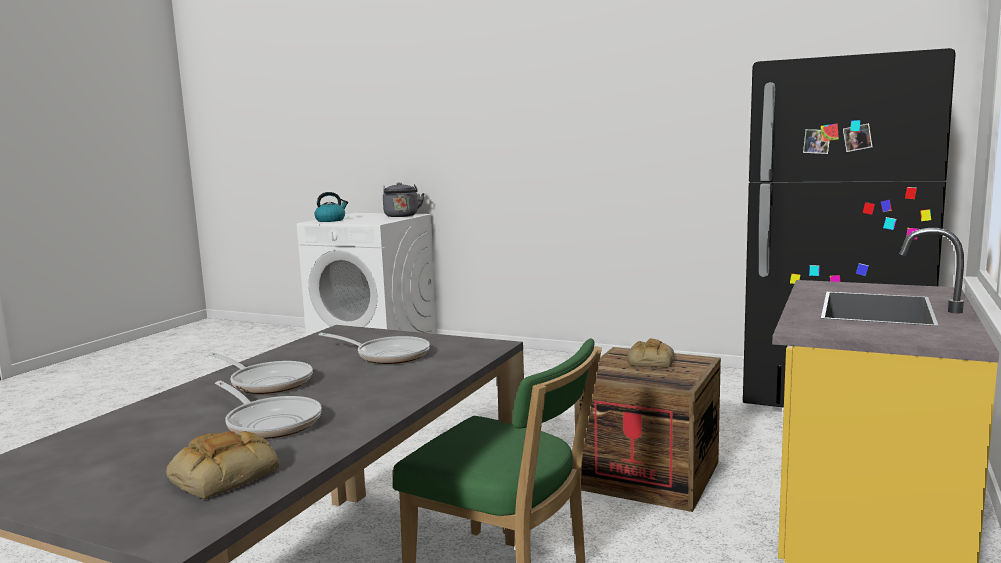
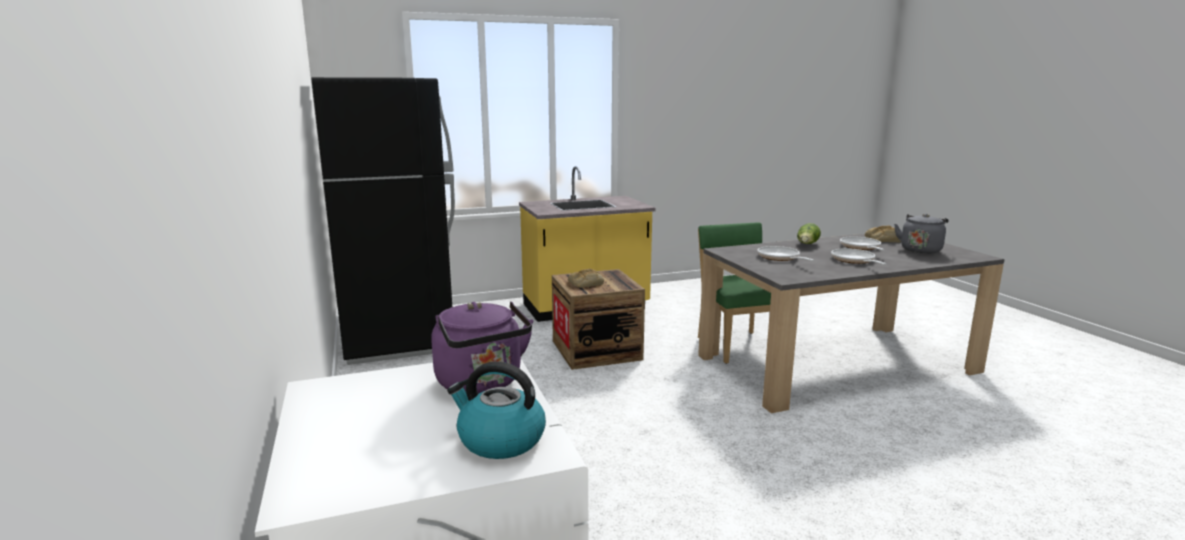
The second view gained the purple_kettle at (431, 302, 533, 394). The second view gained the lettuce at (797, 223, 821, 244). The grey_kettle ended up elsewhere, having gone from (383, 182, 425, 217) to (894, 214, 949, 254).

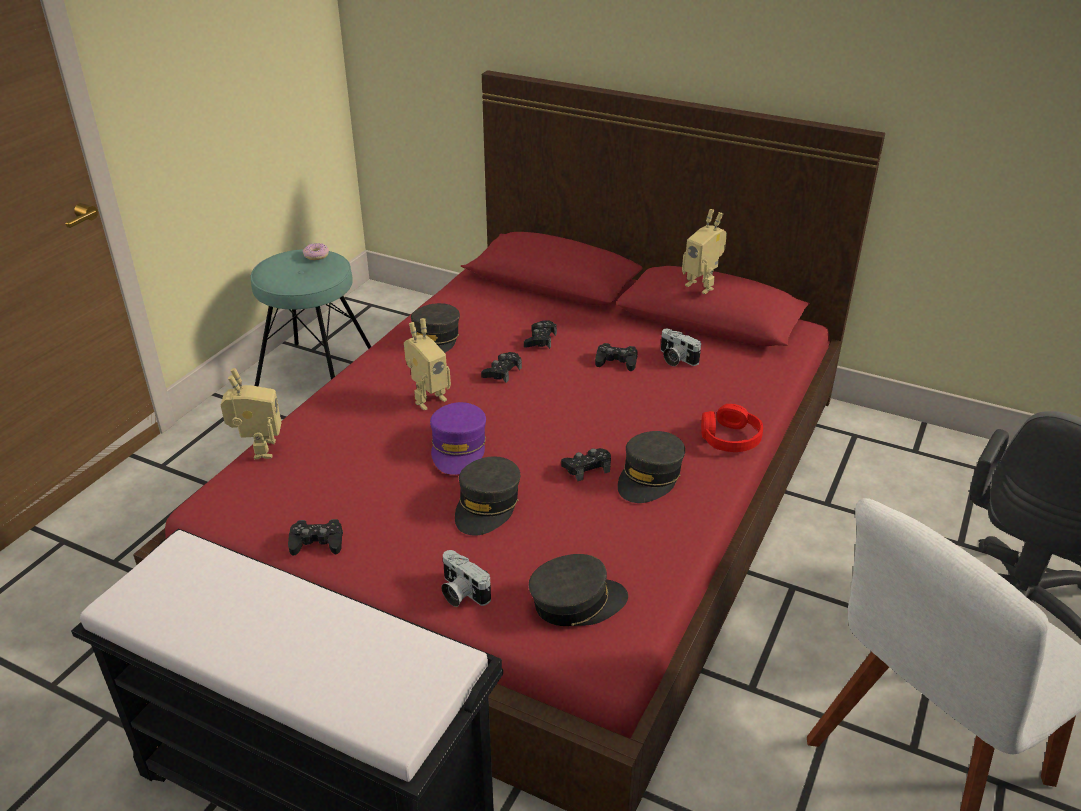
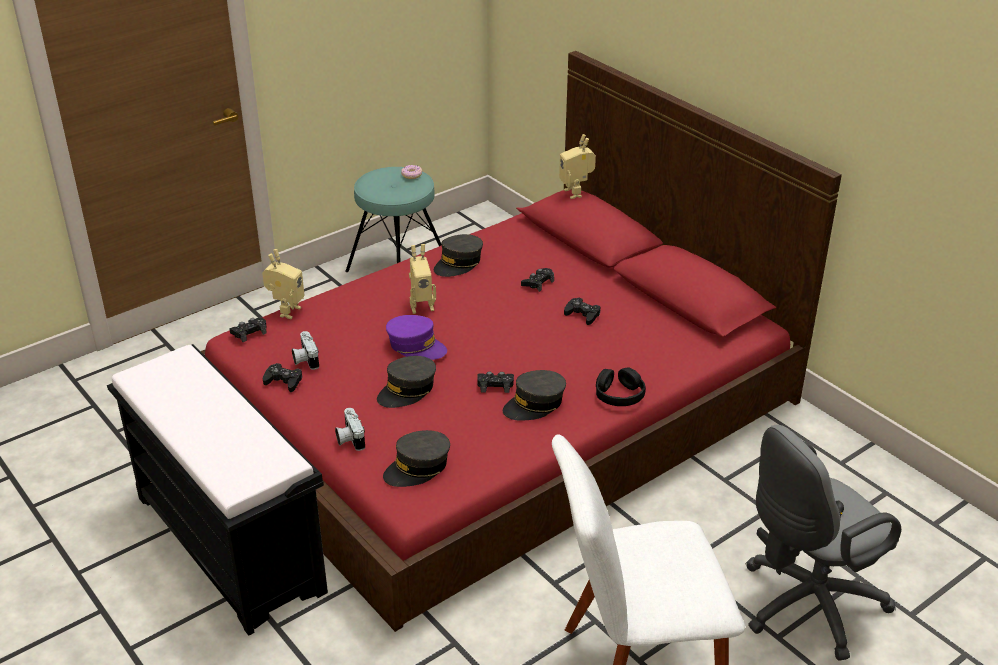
The black_game_controller ended up elsewhere, having gone from (481, 352, 522, 383) to (229, 318, 267, 342). The photo_camera ended up elsewhere, having gone from (661, 329, 701, 366) to (292, 331, 319, 370). The grey_cap at (529, 554, 628, 626) ended up facing another way, 135 degrees clockwise from before. The purple_cap at (430, 402, 486, 475) ended up facing another way, 90 degrees counterclockwise from before. The toy_robot ended up elsewhere, having gone from (682, 209, 727, 294) to (559, 134, 596, 199). What was the red_headphones at (701, 404, 763, 452) turned into the black_headphones at (596, 367, 646, 406).

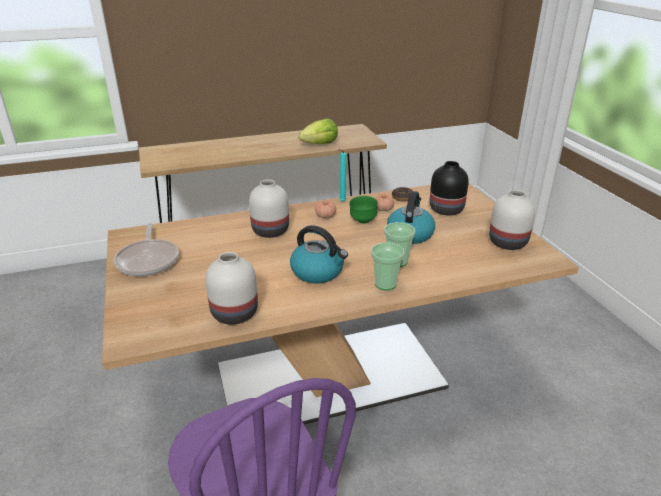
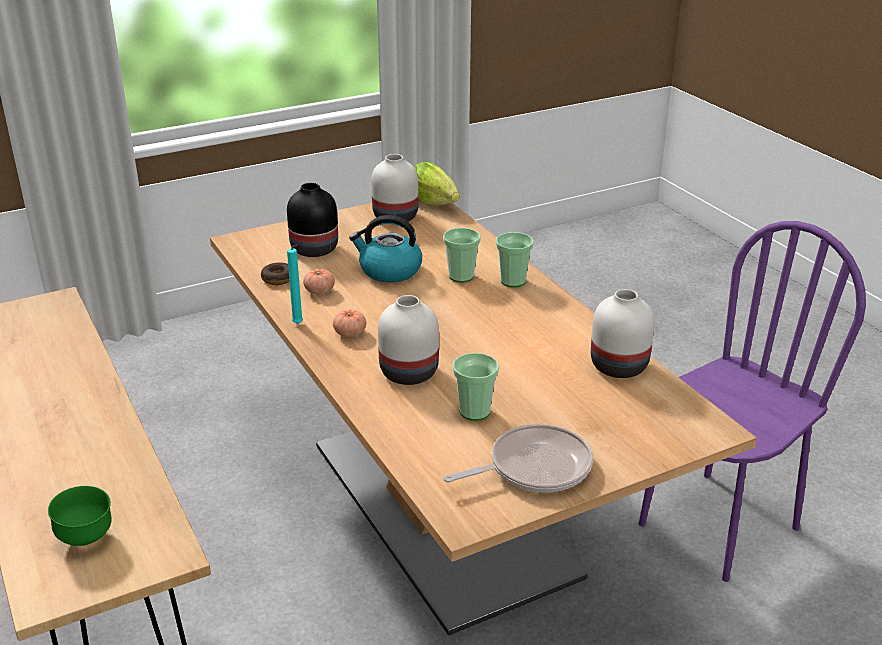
The green_bowl ended up elsewhere, having gone from (349, 196, 378, 223) to (48, 486, 112, 546). The lettuce ended up elsewhere, having gone from (298, 118, 338, 144) to (414, 162, 460, 206). The second view gained the cup at (452, 353, 499, 421). The second view lost the kettle at (290, 225, 348, 284).

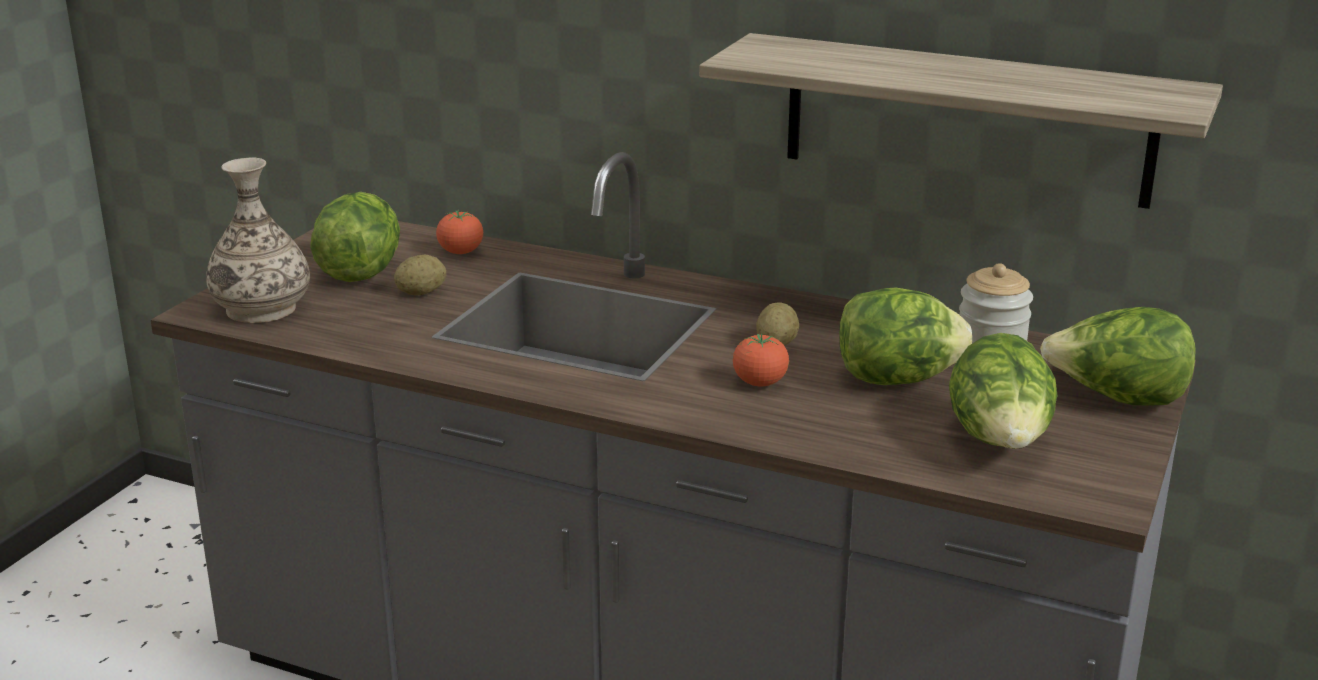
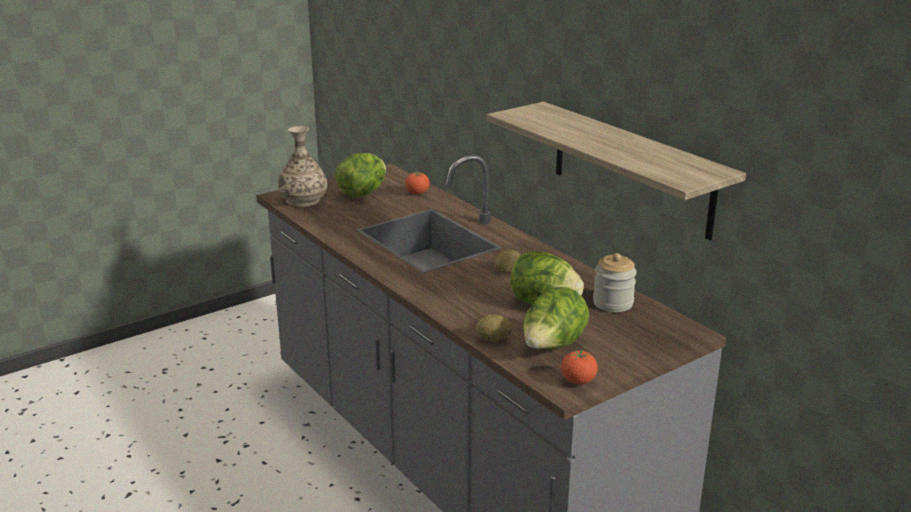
The potato ended up elsewhere, having gone from (394, 255, 446, 295) to (476, 315, 512, 341). The tomato ended up elsewhere, having gone from (733, 334, 789, 386) to (561, 350, 598, 385). The second view lost the lettuce at (1040, 307, 1195, 405).

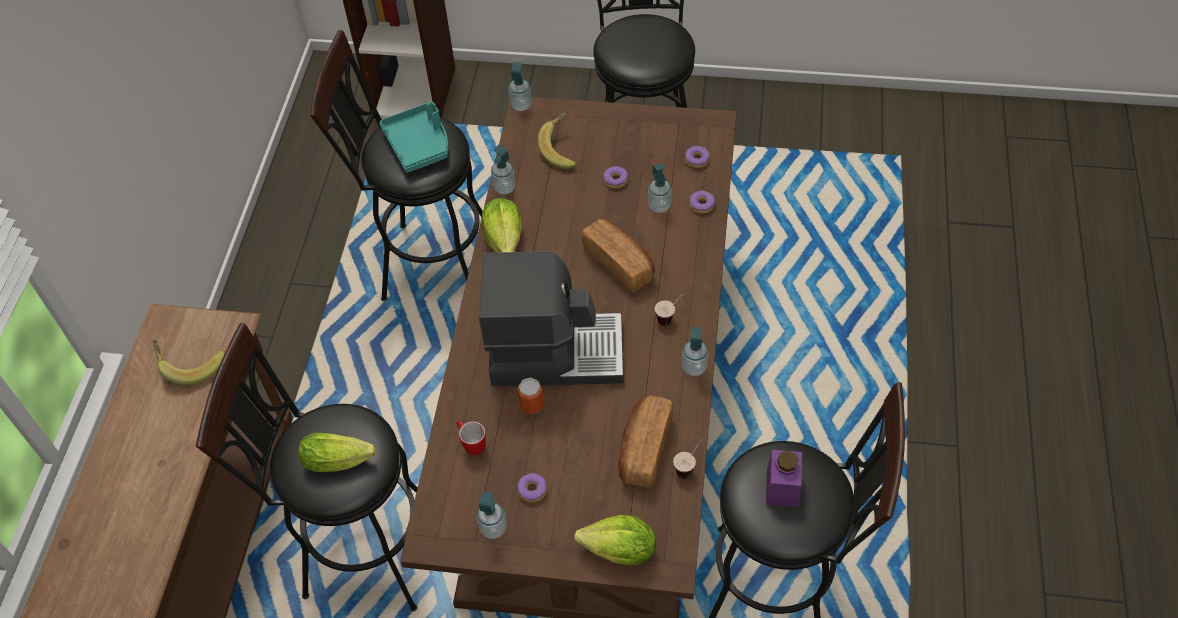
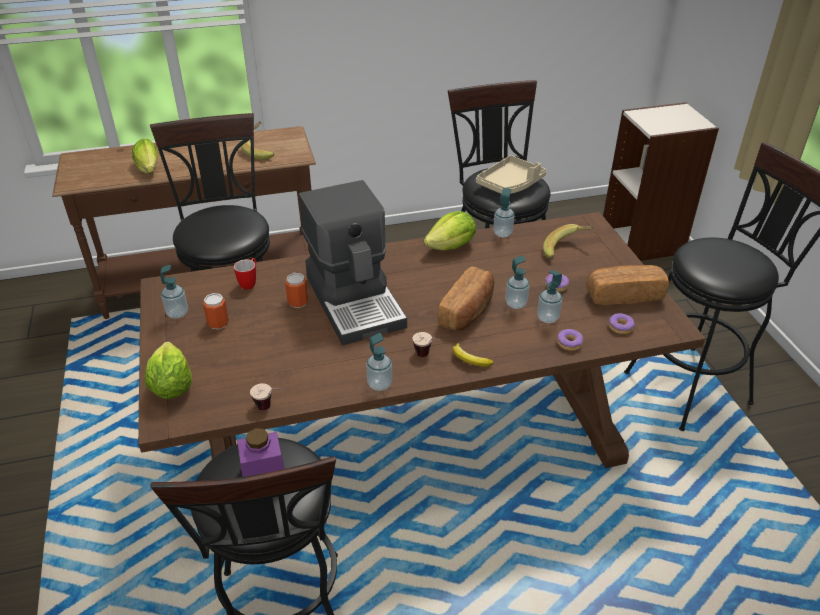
The lettuce ended up elsewhere, having gone from (299, 433, 375, 472) to (132, 139, 158, 173). Where the donut stood at (518, 473, 547, 502), the can came to stand at (203, 293, 229, 330). The second view gained the banana at (453, 343, 493, 367). What was the turquoise_tray at (379, 102, 448, 173) turned into the beige_tray at (476, 155, 546, 194). The soap_dispenser ended up elsewhere, having gone from (508, 62, 532, 111) to (505, 255, 530, 309). The bread ended up elsewhere, having gone from (618, 395, 673, 488) to (586, 265, 669, 305).

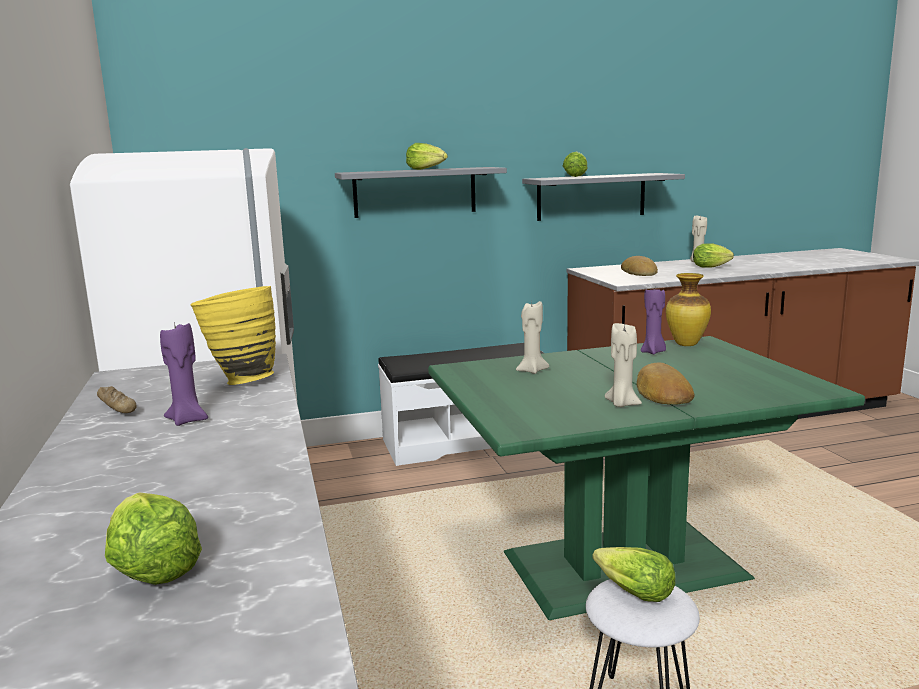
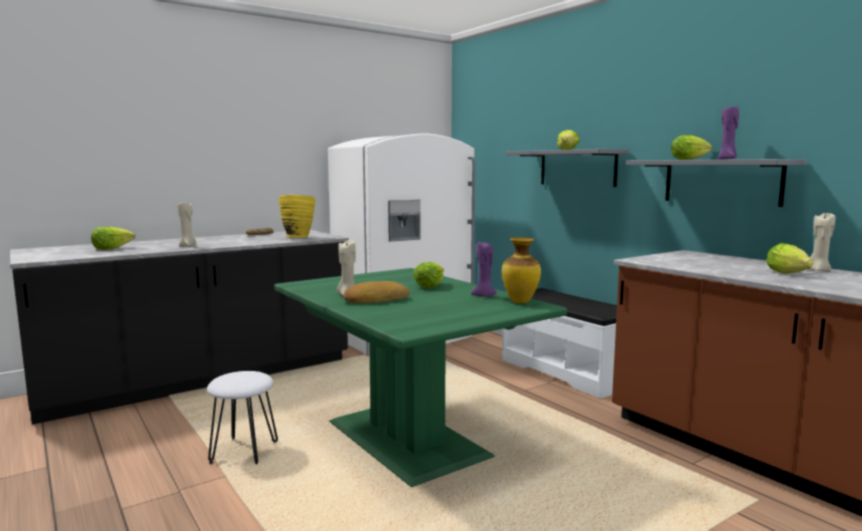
The beige_candle ended up elsewhere, having gone from (516, 301, 549, 374) to (177, 201, 197, 247). The lettuce ended up elsewhere, having gone from (592, 547, 675, 602) to (413, 262, 444, 288). The purple_candle ended up elsewhere, having gone from (160, 322, 208, 426) to (718, 106, 739, 160). The second view lost the bread at (621, 256, 658, 276).

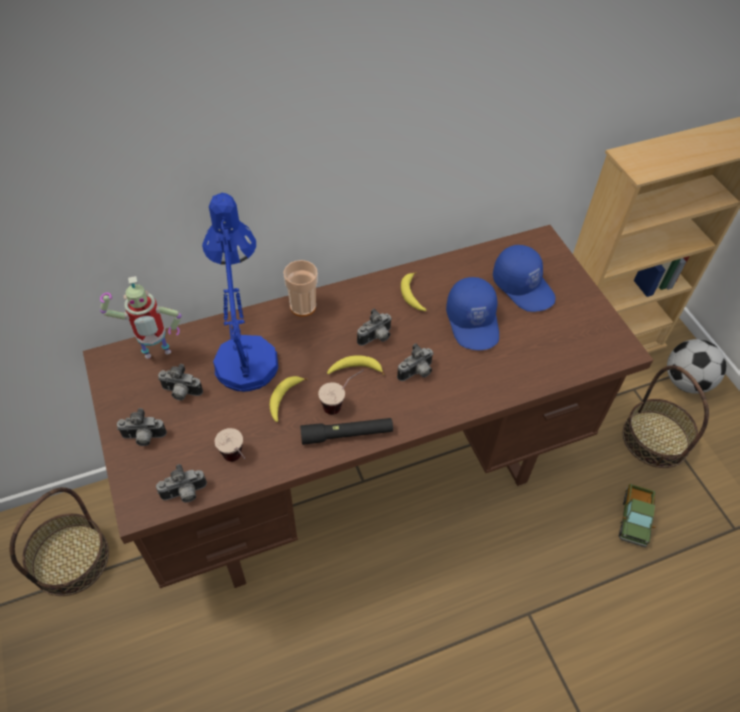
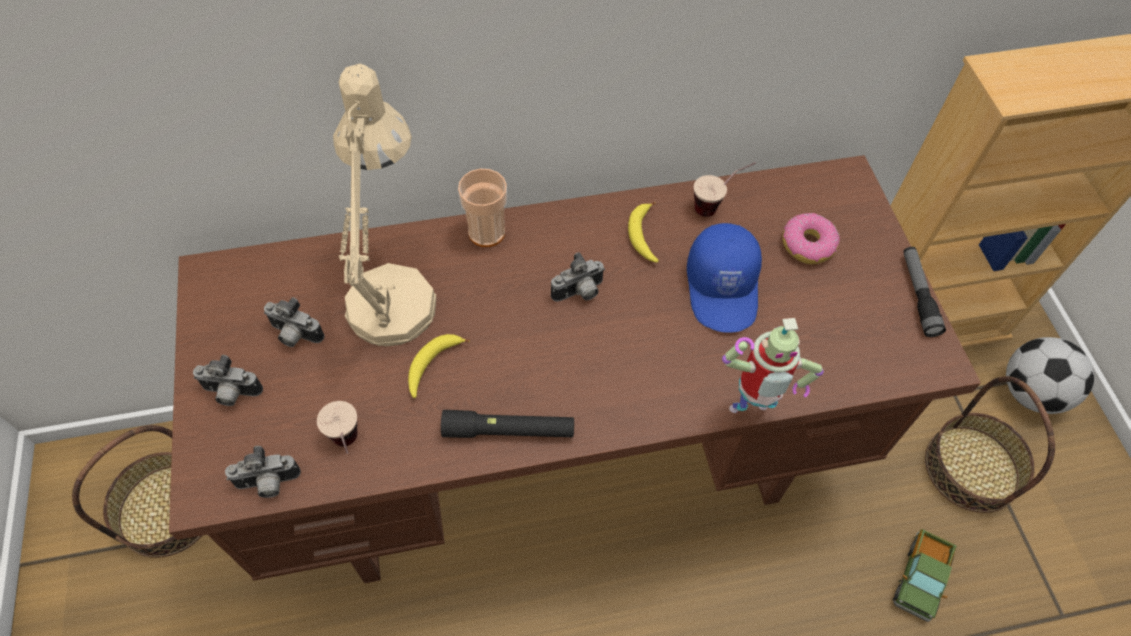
What was the blue_table_lamp at (202, 193, 278, 392) turned into the beige_table_lamp at (333, 64, 436, 346). The cup ended up elsewhere, having gone from (318, 369, 364, 415) to (694, 162, 756, 217). The toy_robot ended up elsewhere, having gone from (100, 276, 182, 359) to (722, 318, 824, 413). Where the blue_cap stood at (493, 245, 556, 312), the donut came to stand at (782, 213, 840, 264). The second view gained the flashlight at (903, 247, 946, 337). The second view lost the banana at (327, 355, 385, 375). The second view lost the photo_camera at (397, 343, 434, 381).

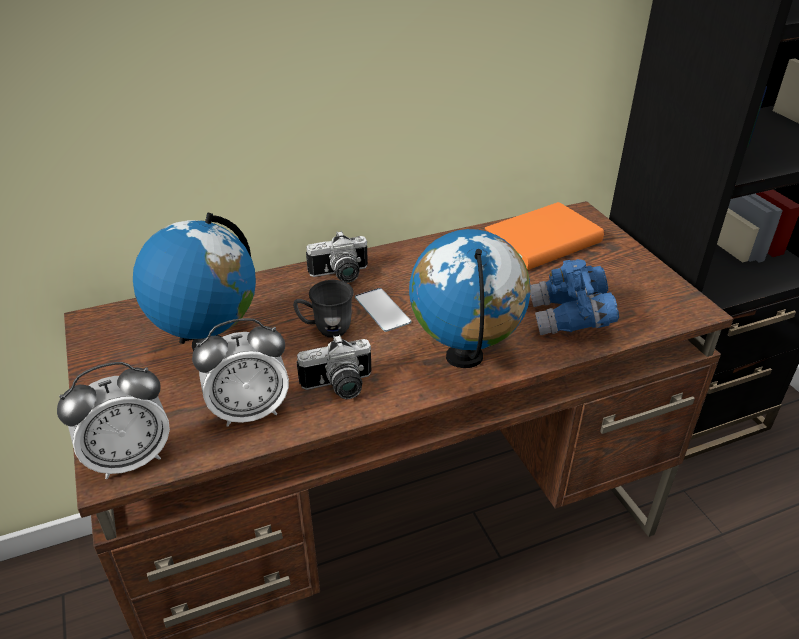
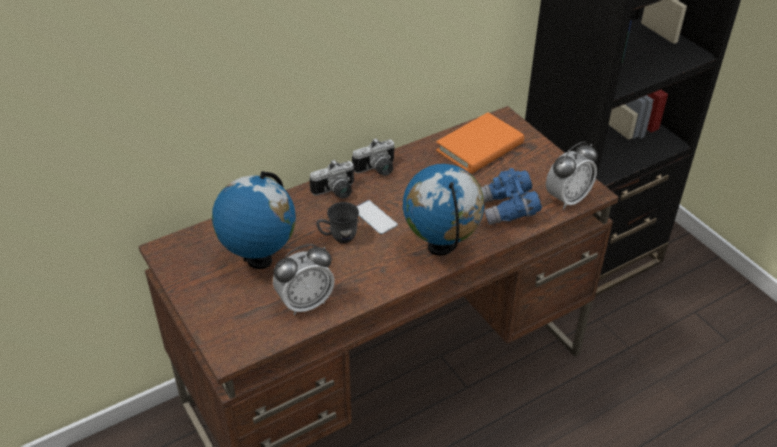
The photo_camera ended up elsewhere, having gone from (297, 335, 371, 399) to (352, 138, 395, 176). The alarm_clock ended up elsewhere, having gone from (57, 362, 170, 479) to (546, 141, 598, 210).

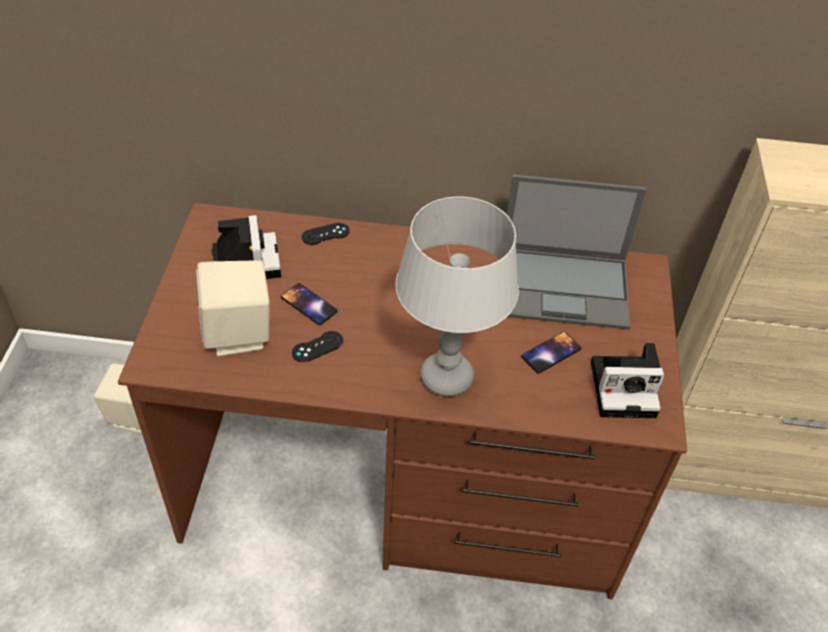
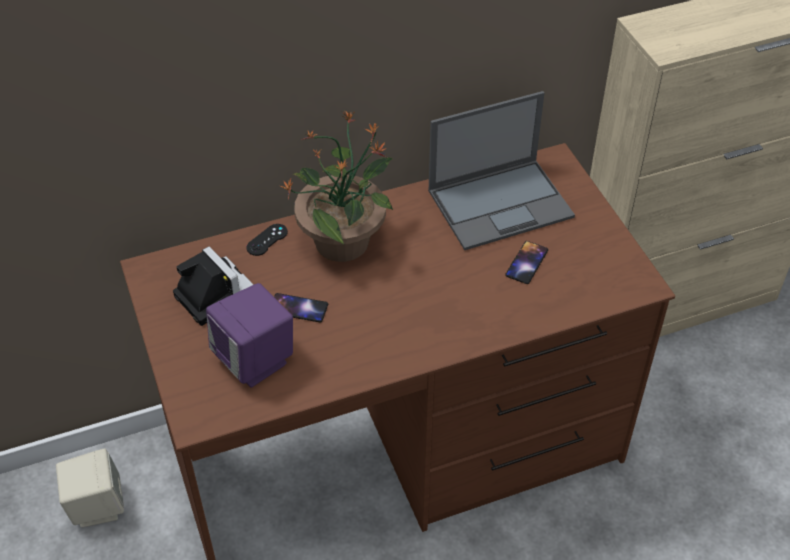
What was the beige_speaker at (196, 260, 270, 356) turned into the purple_speaker at (206, 283, 293, 388). The second view gained the potted_plant at (281, 111, 393, 262). The second view lost the black_game_controller at (292, 331, 343, 362). The second view lost the grey_table_lamp at (395, 197, 519, 397). The second view lost the photo_camera at (591, 342, 665, 418).

